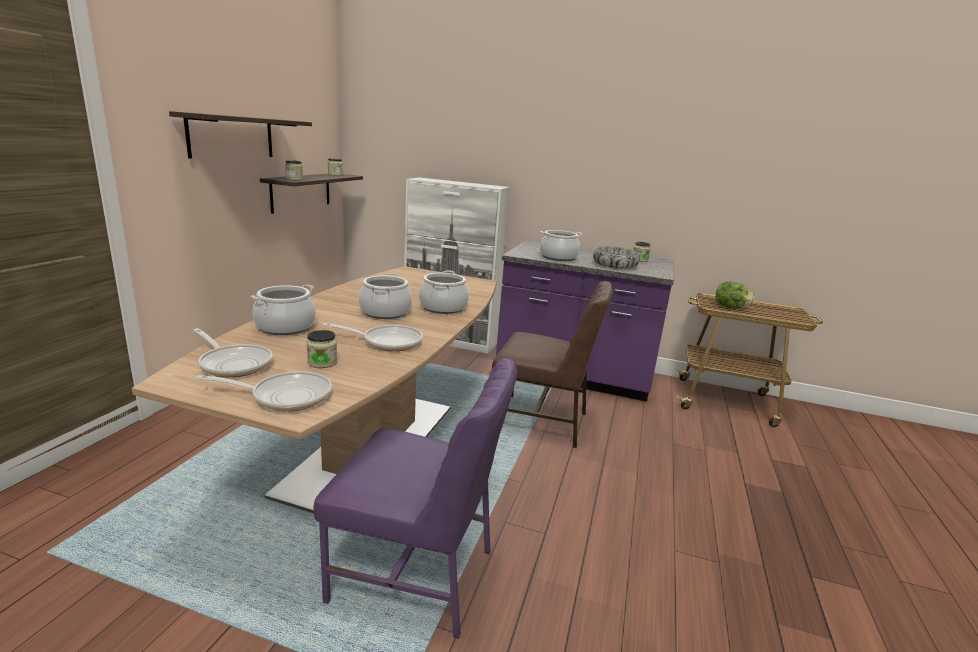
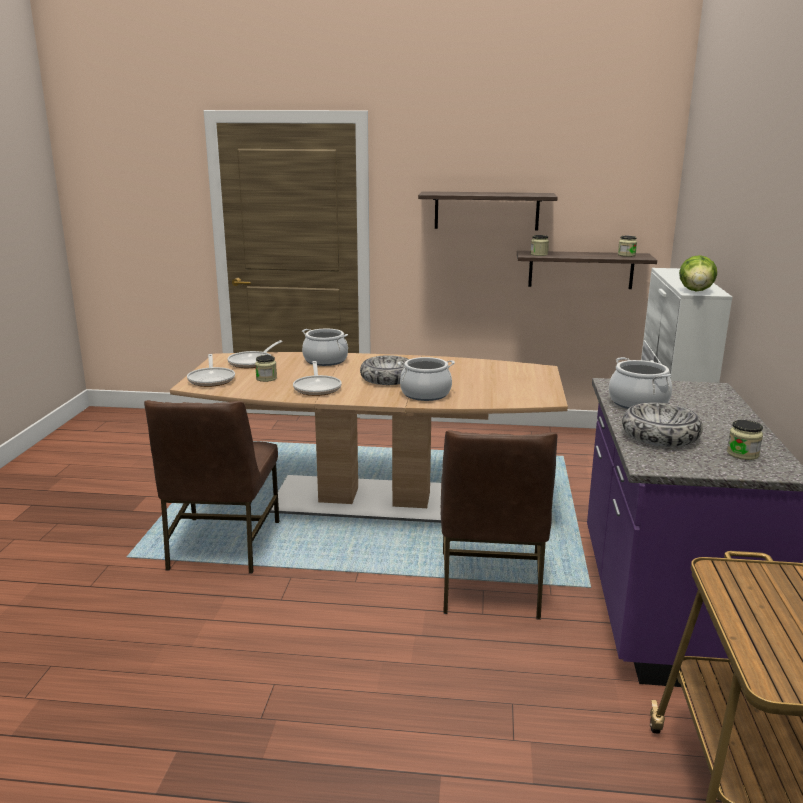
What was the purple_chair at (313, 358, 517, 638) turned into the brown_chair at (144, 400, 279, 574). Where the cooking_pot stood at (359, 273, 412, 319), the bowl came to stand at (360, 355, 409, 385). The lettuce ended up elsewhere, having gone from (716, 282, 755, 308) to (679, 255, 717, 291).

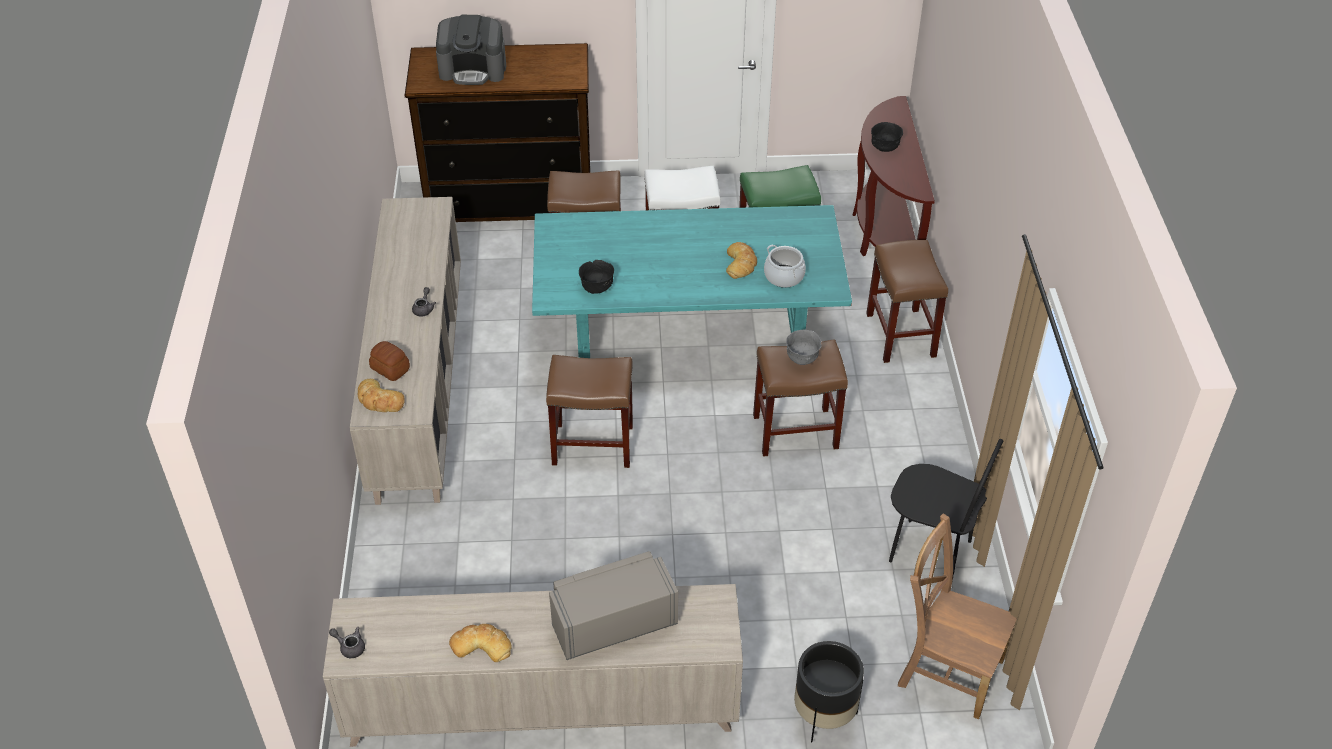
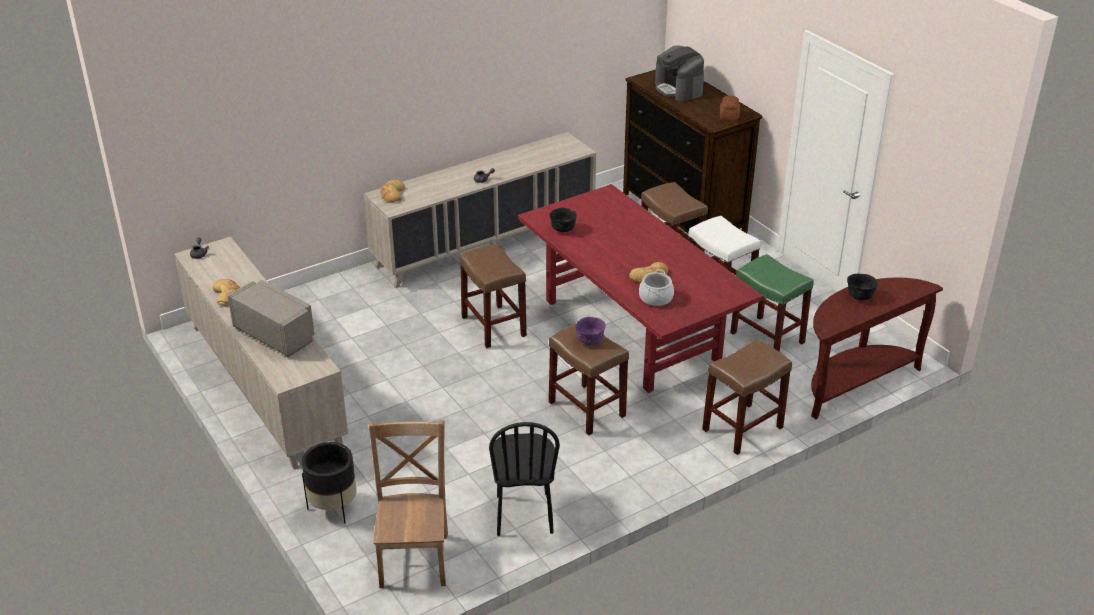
What was the turquoise_dining_table at (532, 205, 852, 358) turned into the red_dining_table at (518, 184, 763, 393). What was the grey_bowl at (786, 329, 822, 365) turned into the purple_bowl at (576, 317, 606, 345). The bread ended up elsewhere, having gone from (369, 341, 410, 381) to (720, 96, 740, 121).

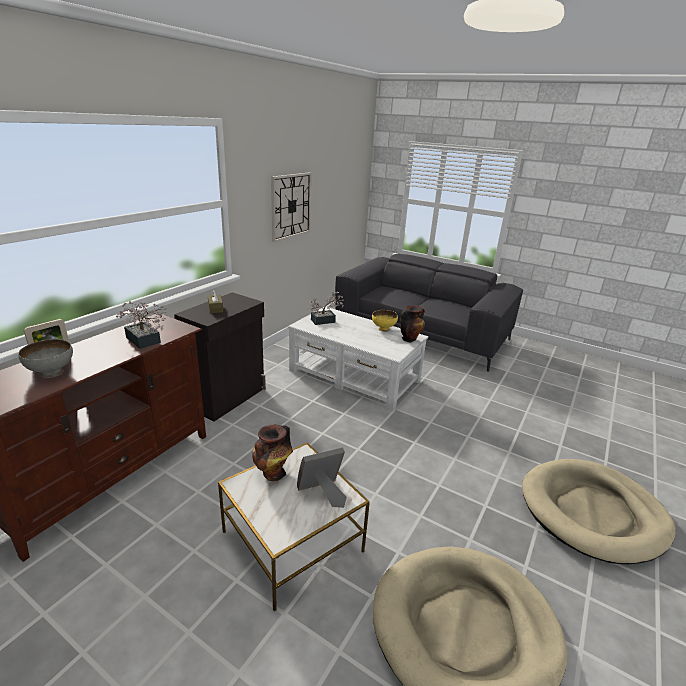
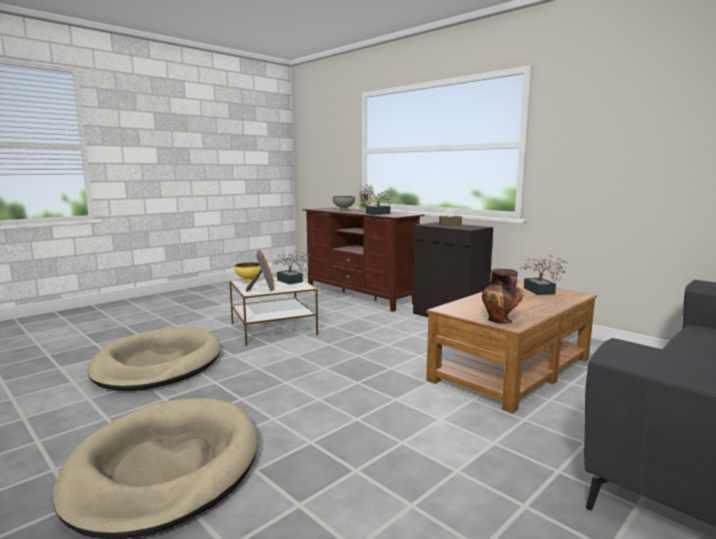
The yellow_bowl ended up elsewhere, having gone from (372, 310, 398, 332) to (234, 262, 261, 283). Where the vase stood at (252, 425, 293, 481), the potted_plant came to stand at (272, 250, 310, 284). What was the white_coffee_table at (288, 307, 428, 410) turned into the brown_coffee_table at (426, 281, 597, 414). The second view lost the wall_clock at (271, 172, 312, 242).

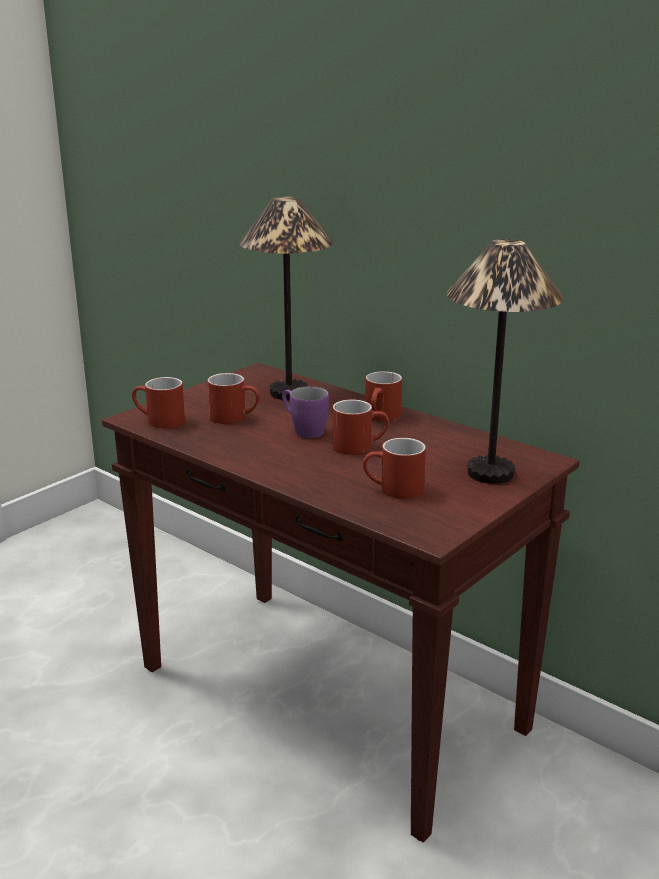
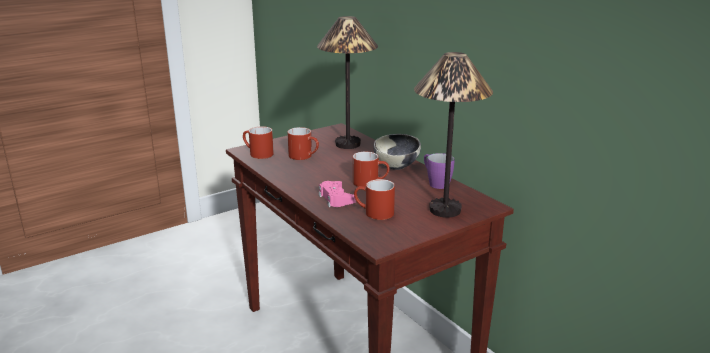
The second view gained the pink_game_controller at (319, 181, 356, 207). Where the red_mug stood at (365, 371, 402, 422), the bowl came to stand at (374, 134, 421, 170). The purple_mug ended up elsewhere, having gone from (282, 386, 329, 438) to (424, 153, 454, 189).

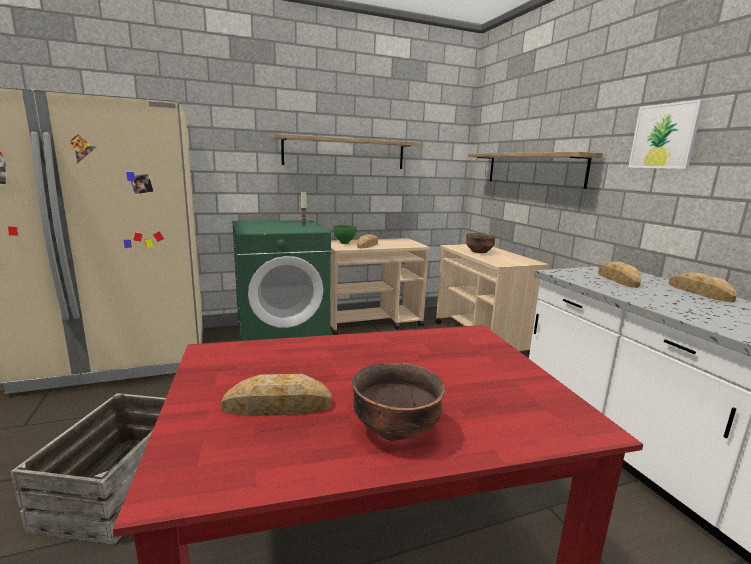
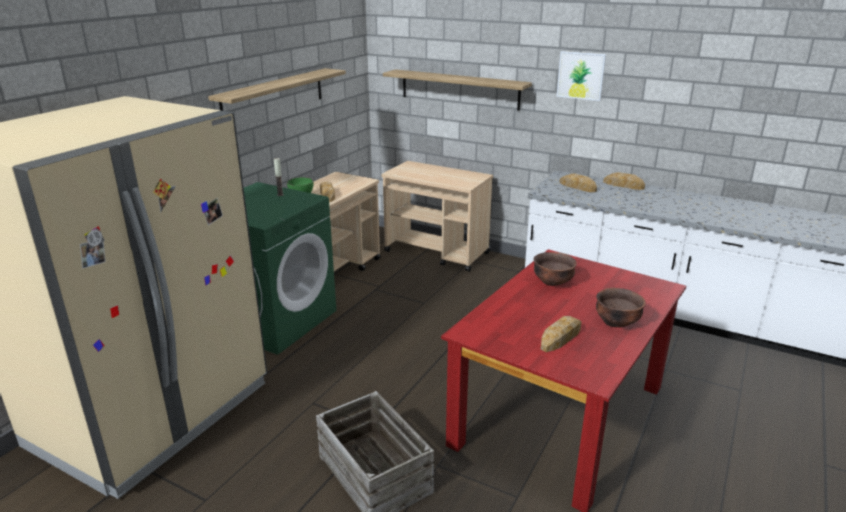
The brown_bowl ended up elsewhere, having gone from (466, 233, 496, 253) to (534, 252, 577, 286).

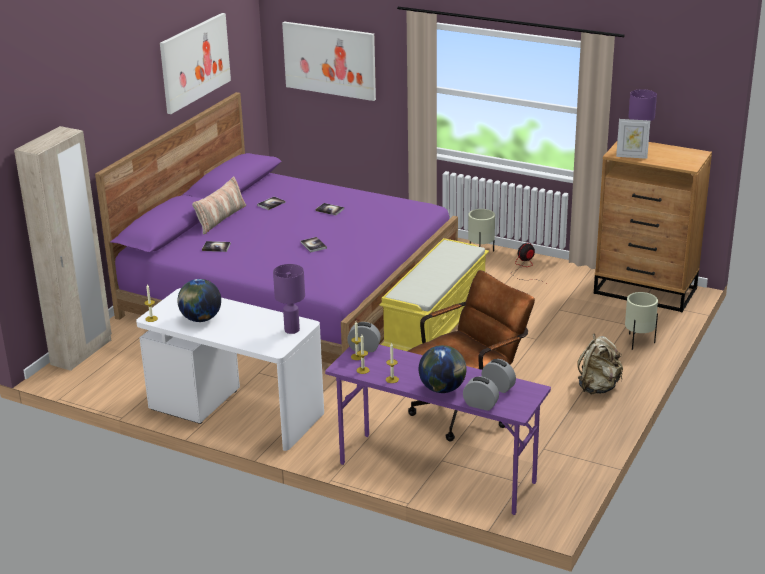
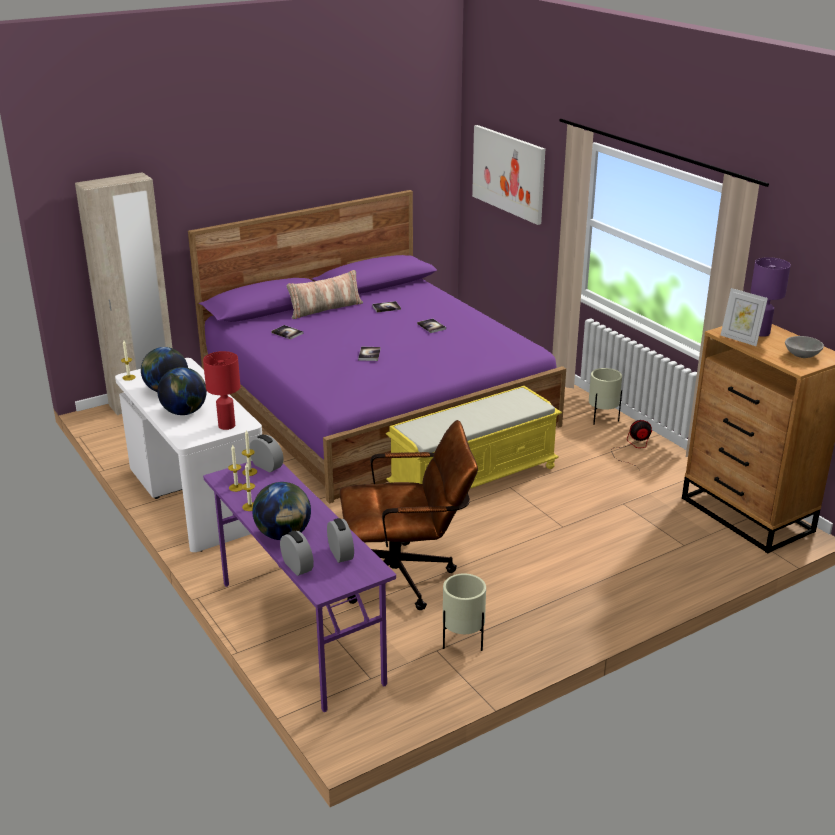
The second view gained the globe at (157, 367, 207, 415). What was the purple_table_lamp at (273, 264, 305, 334) turned into the red_table_lamp at (203, 351, 240, 430). The beige_planter ended up elsewhere, having gone from (625, 292, 658, 350) to (443, 574, 486, 651). The second view gained the grey_bowl at (785, 336, 824, 358). The second view lost the picture at (160, 13, 231, 114). The second view lost the beige_backpack at (577, 333, 623, 394).

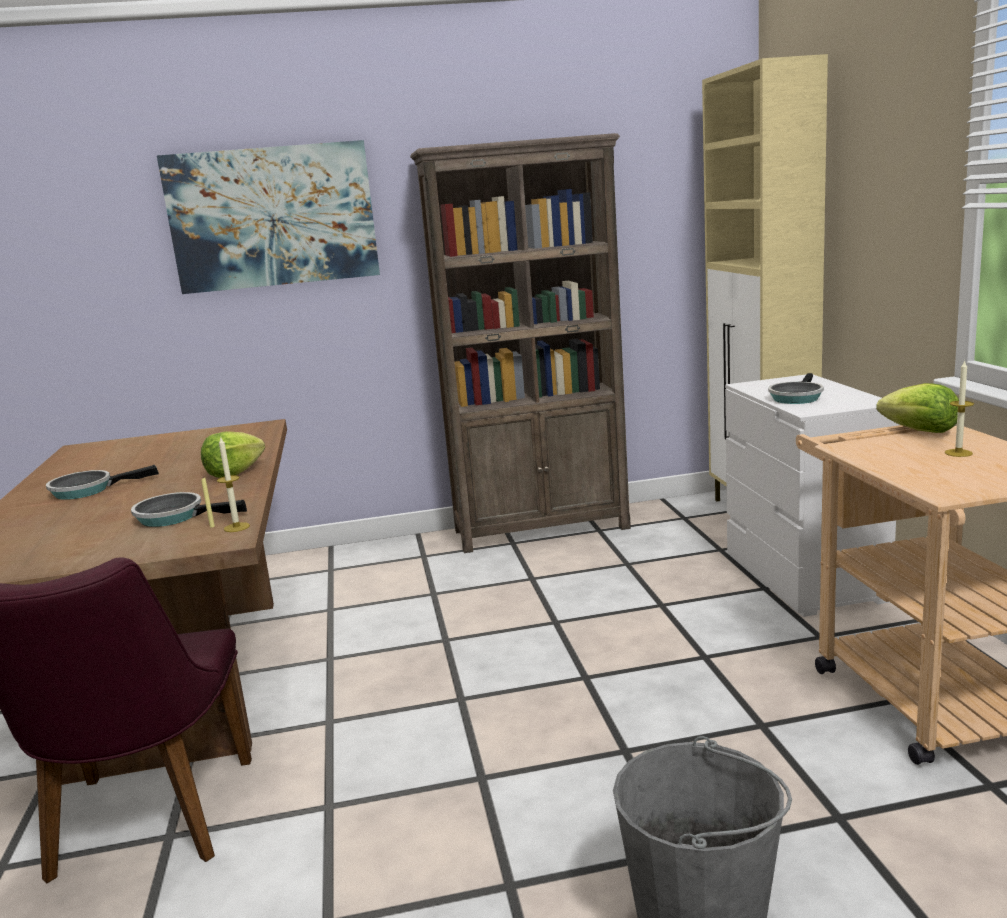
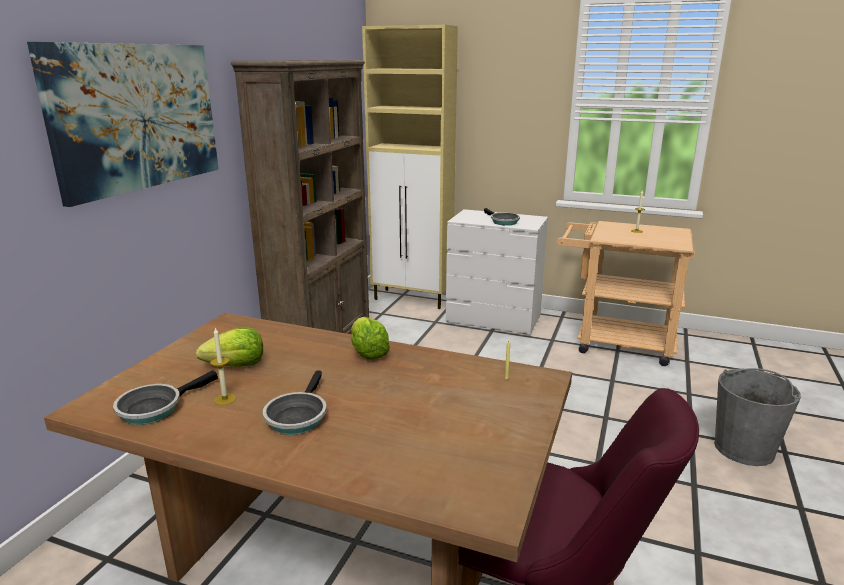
The frying_pan ended up elsewhere, having gone from (131, 492, 247, 527) to (113, 370, 218, 425). The lettuce ended up elsewhere, having gone from (876, 383, 959, 433) to (196, 327, 263, 367). The candle ended up elsewhere, having gone from (217, 436, 250, 532) to (210, 328, 236, 405).

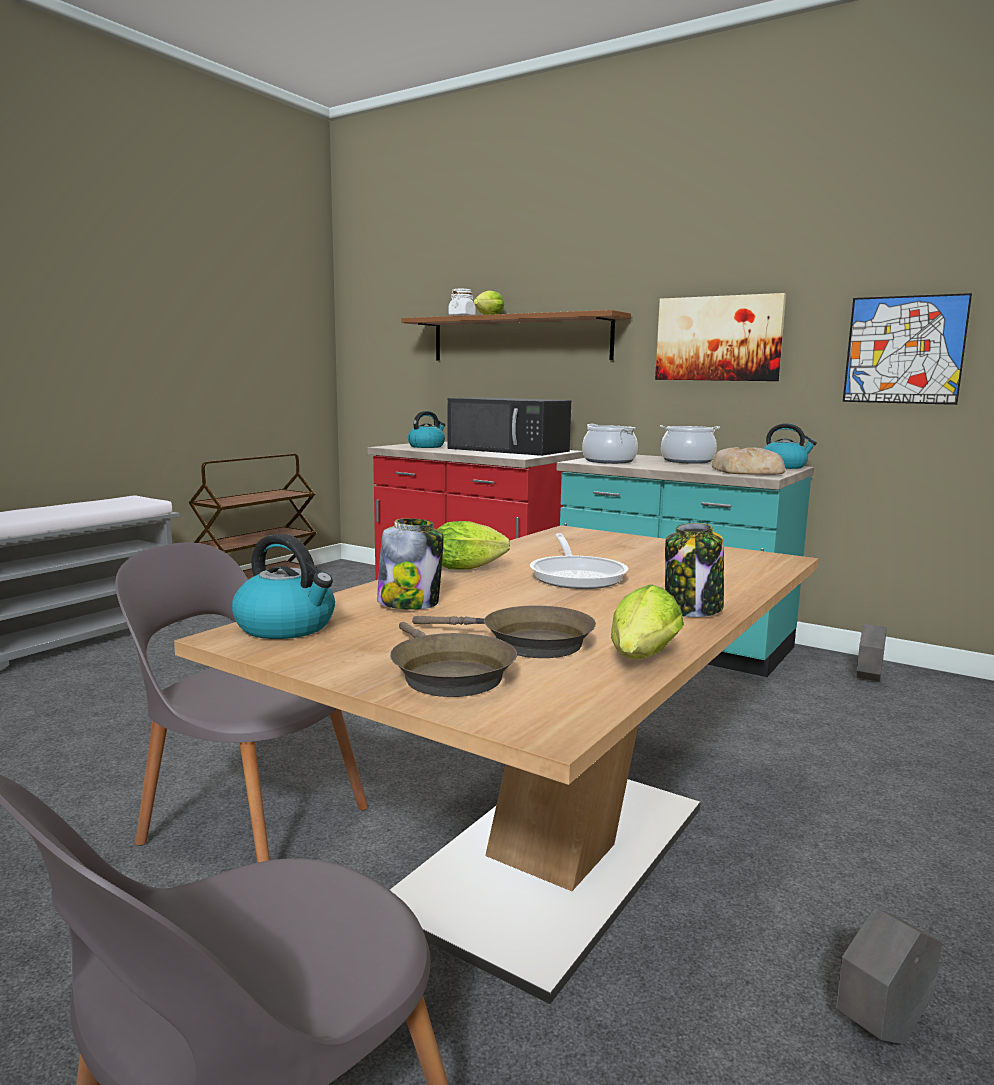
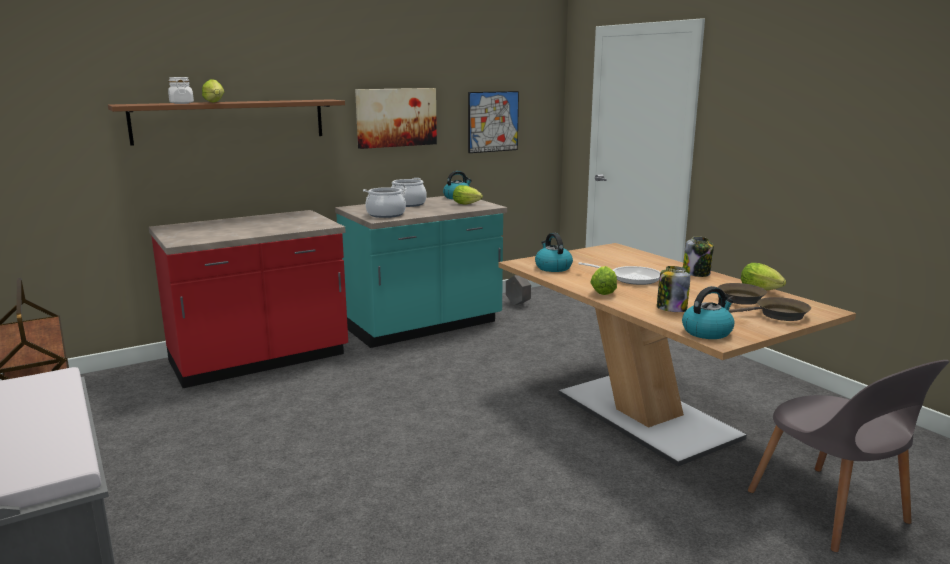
Where the bread stood at (712, 447, 786, 475), the lettuce came to stand at (453, 185, 483, 205). The kettle ended up elsewhere, having gone from (408, 411, 445, 448) to (535, 233, 573, 272). The second view lost the grey_chair at (116, 542, 368, 863). The second view lost the black_microwave at (447, 397, 571, 456). The second view lost the grey_planter at (836, 907, 942, 1044).

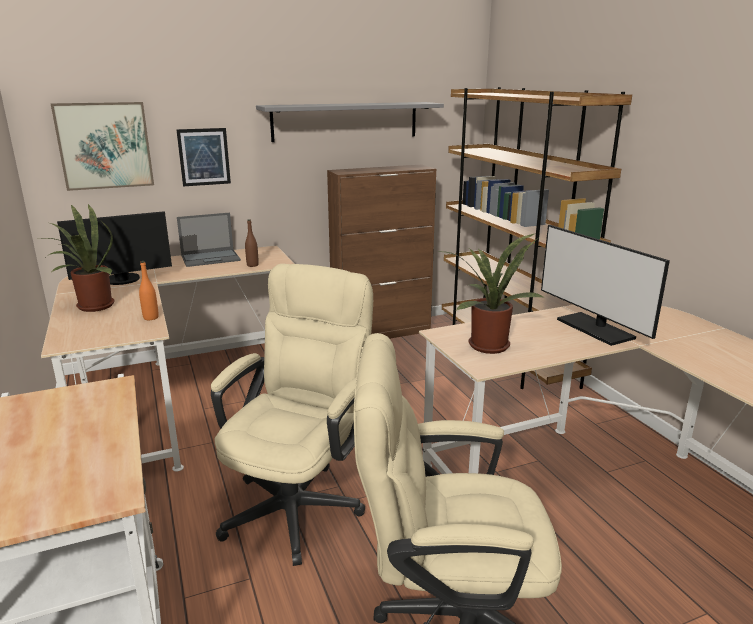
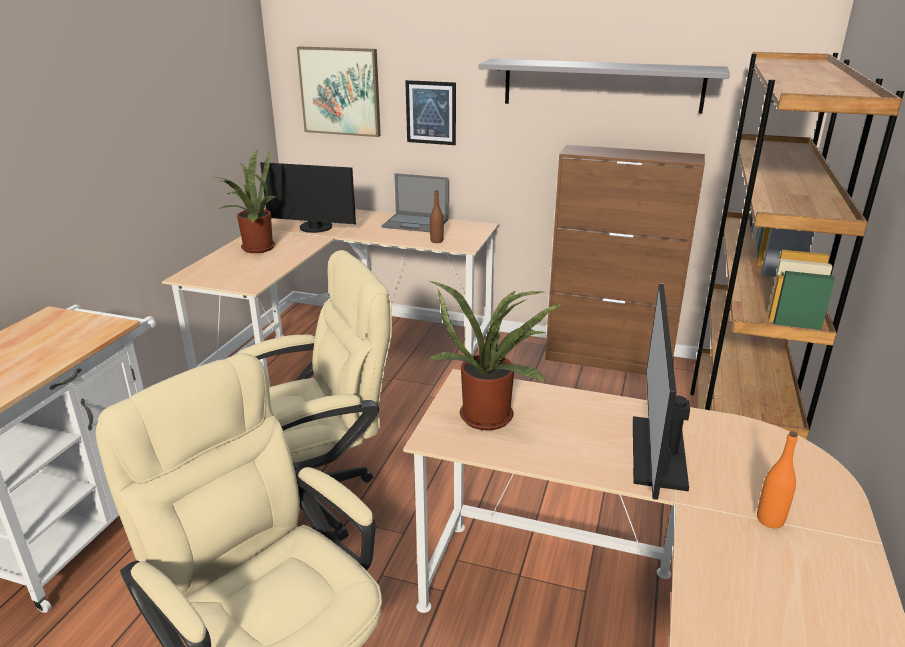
The orange_bottle ended up elsewhere, having gone from (139, 261, 159, 320) to (757, 431, 798, 529).

